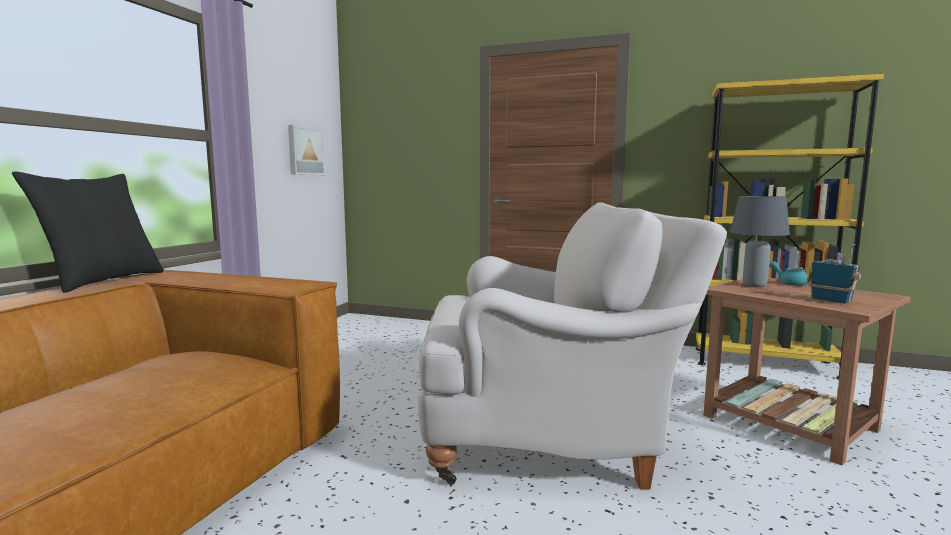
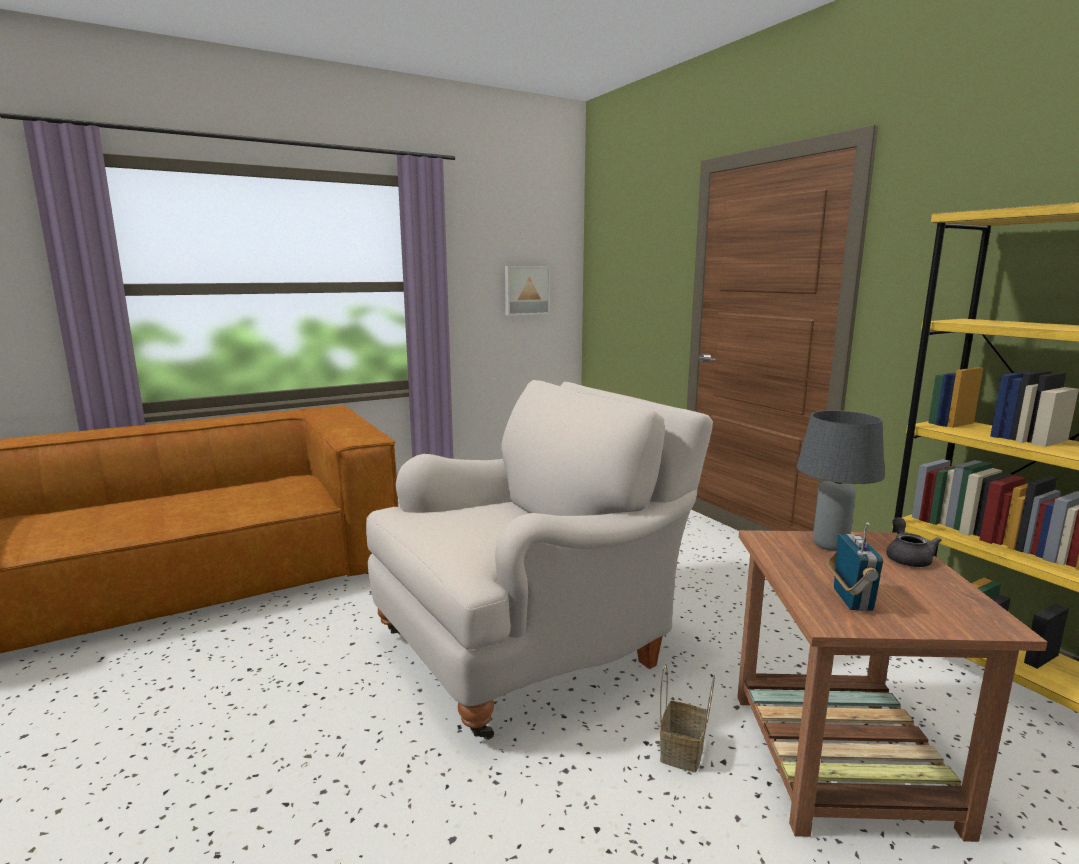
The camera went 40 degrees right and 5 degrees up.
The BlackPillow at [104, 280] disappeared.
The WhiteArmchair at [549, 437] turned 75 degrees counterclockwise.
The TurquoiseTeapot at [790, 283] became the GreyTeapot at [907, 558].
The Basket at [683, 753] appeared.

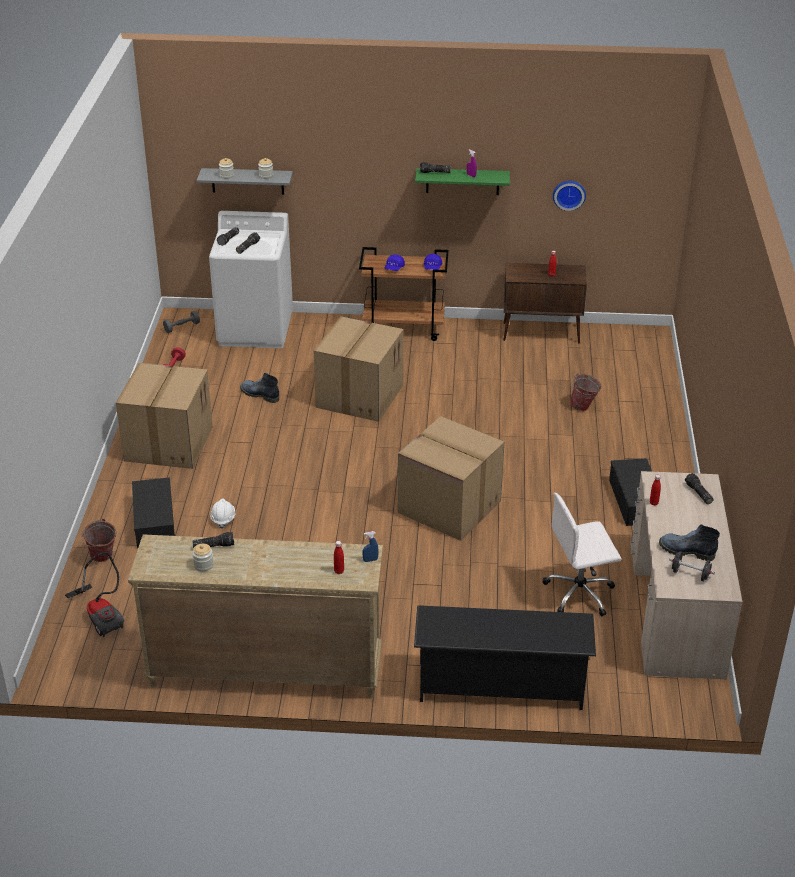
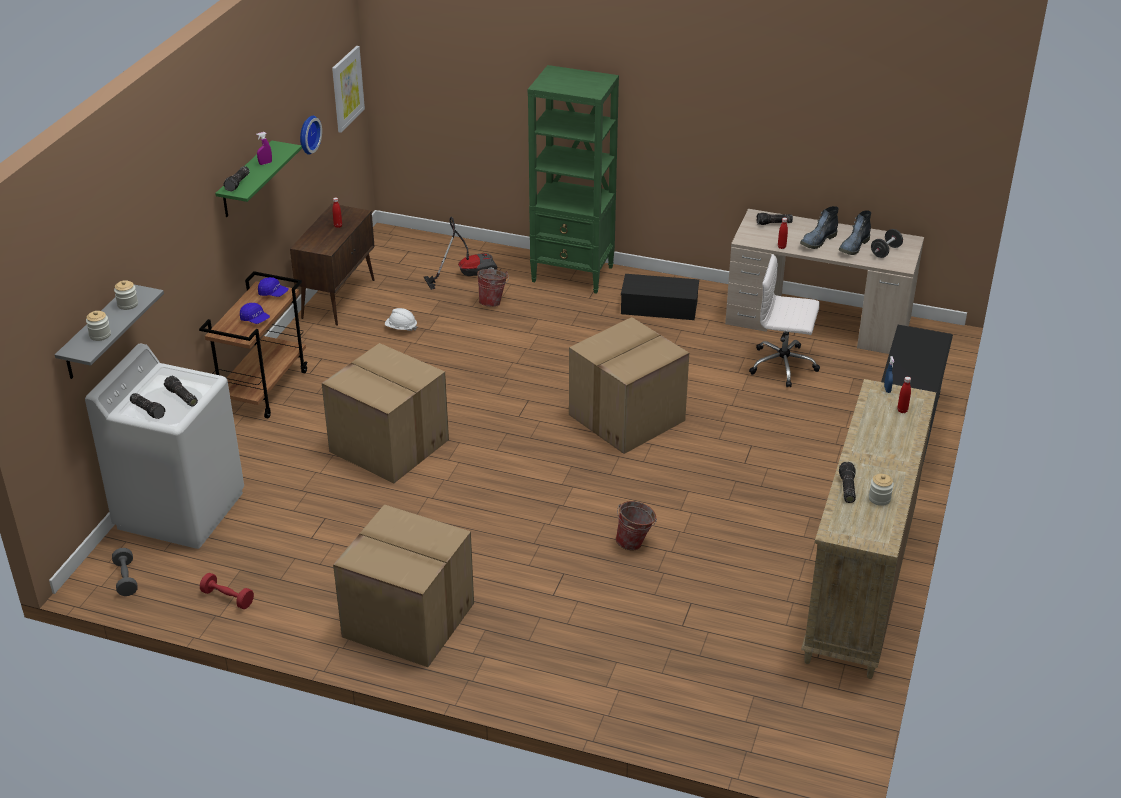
The camera went 75 degrees left and 0 degrees up.
The Boot moved from [259, 394] to [818, 241].
The BlackStorageBox at [153, 521] disappeared.
The WhiteOfficeChair at [580, 593] turned 105 degrees clockwise.
The WhiteHardHat moved from [223, 519] to [401, 328].
The Bucket moved from [102, 558] to [635, 543].
The VacuumCleaner moved from [102, 615] to [466, 274].
The Picture at [347, 88] appeared.
The GreenBookcase at [573, 274] appeared.

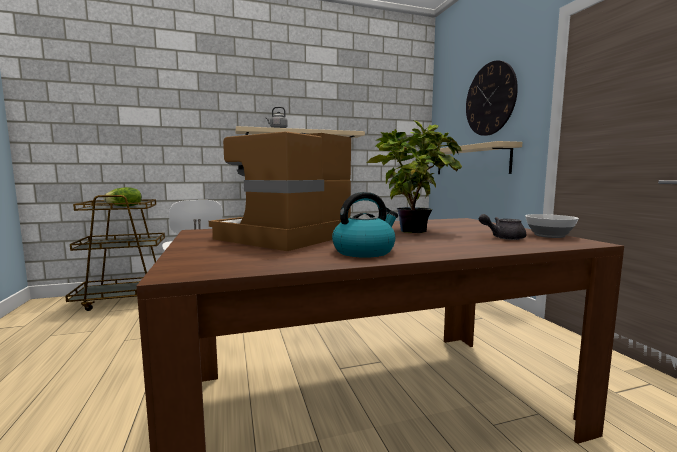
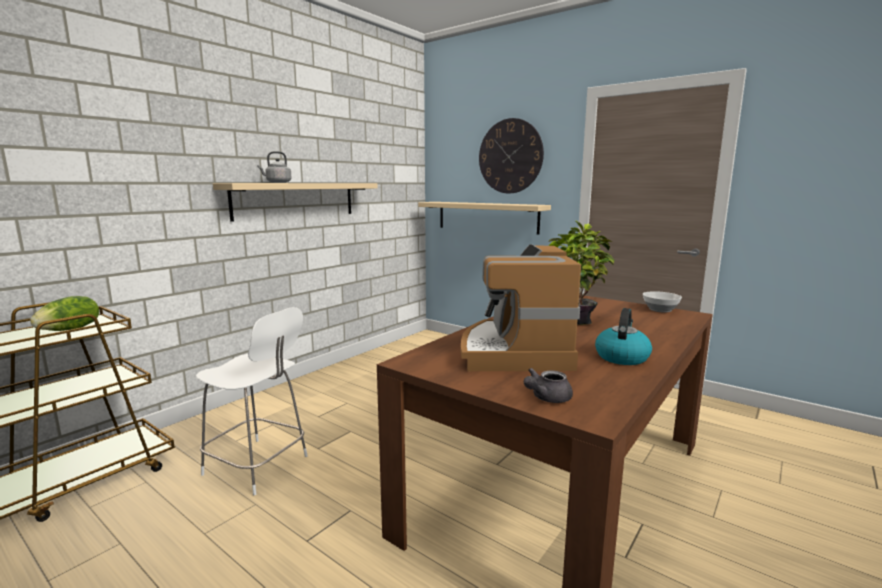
The camera went 35 degrees left and 5 degrees up.
The GreyTeapot moved from [503, 238] to [546, 398].

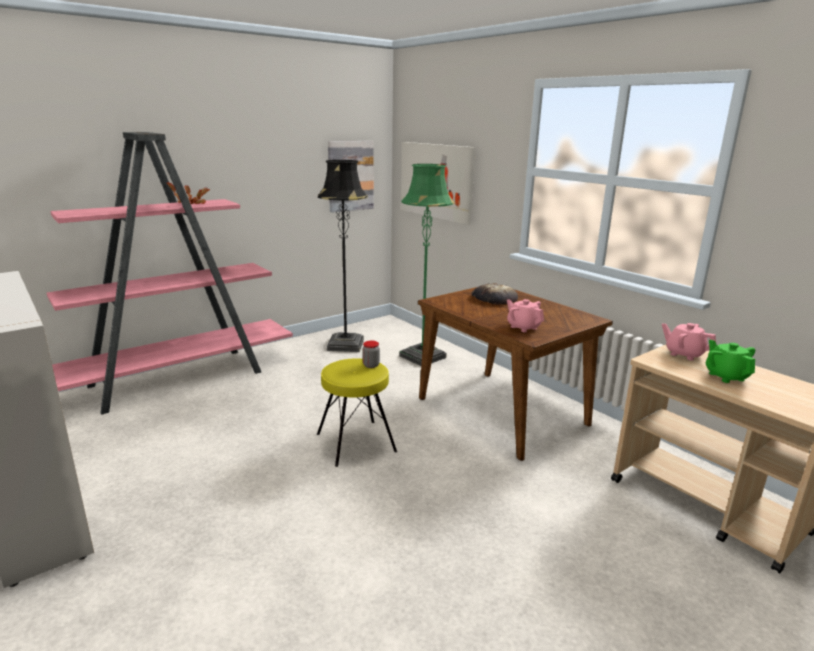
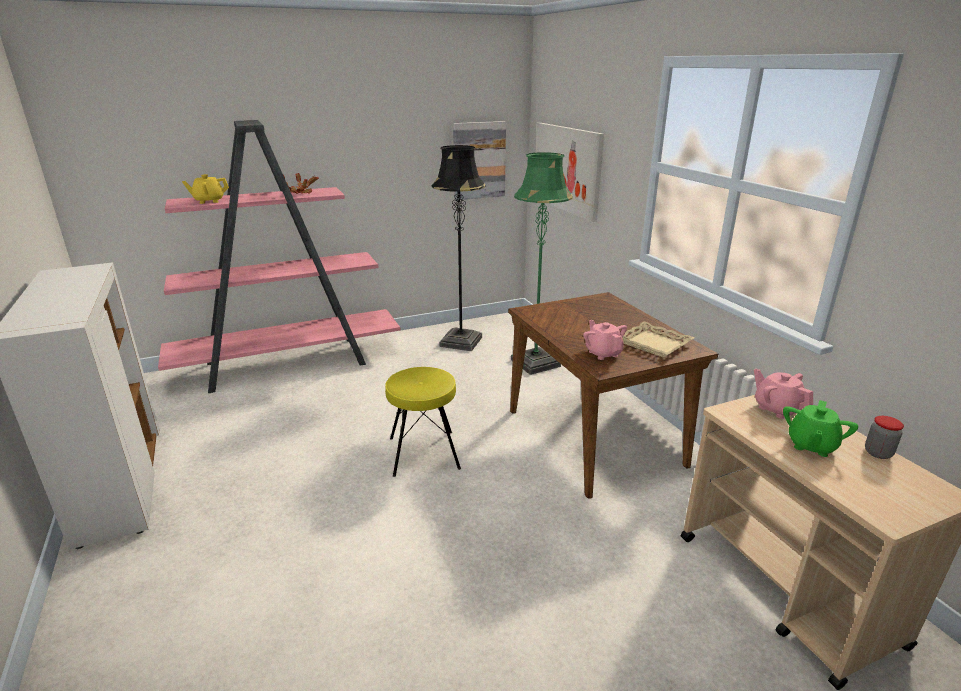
The camera went 15 degrees right and 5 degrees up.
The Bread at [494, 298] disappeared.
The GreenTeapot at [726, 376] turned 150 degrees counterclockwise.
The Jar moved from [371, 365] to [878, 453].
The YellowTeapot at [209, 201] appeared.
The BeigeTray at [654, 344] appeared.

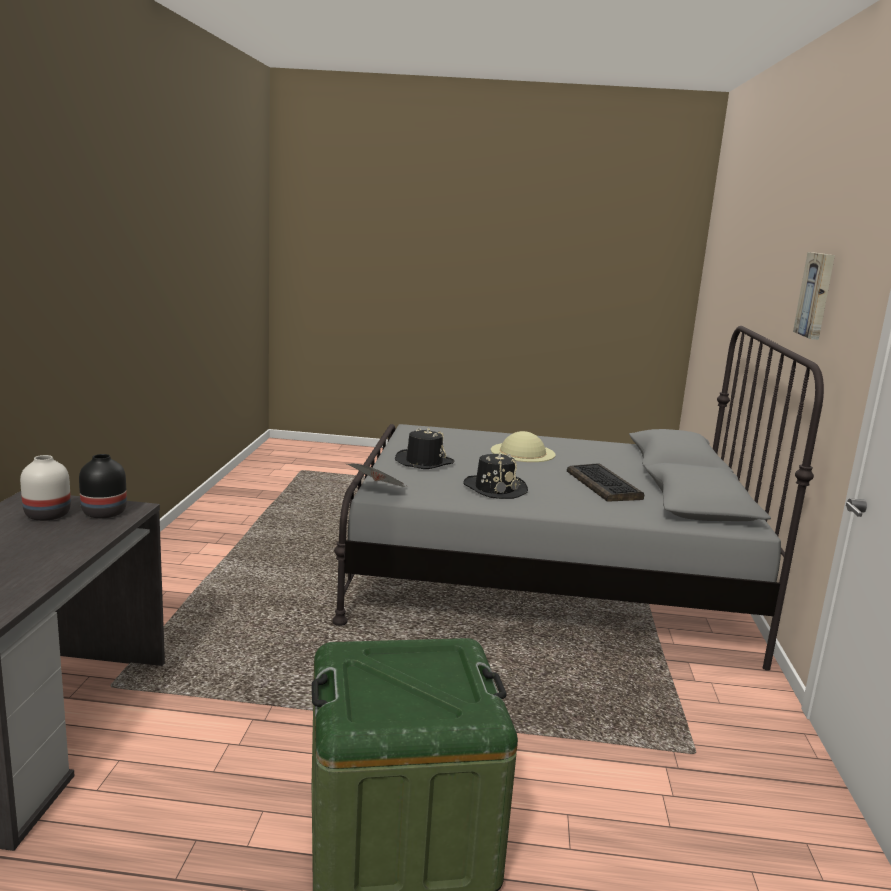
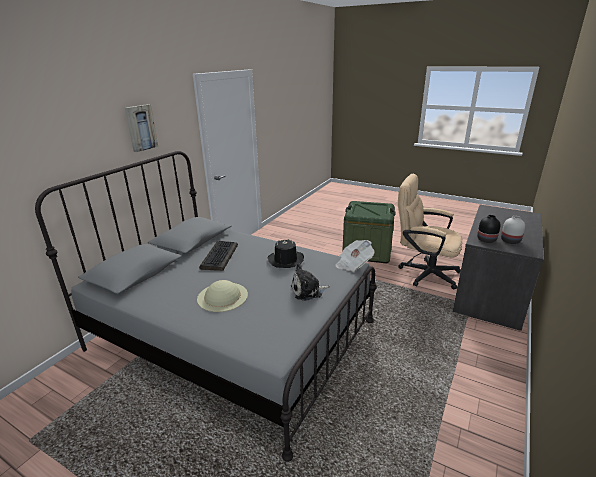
The camera went 155 degrees left and 10 degrees up.
The BlackHat at [423, 462] was replaced by the PlushToy at [308, 291].
The BeigeOfficeChair at [423, 273] appeared.

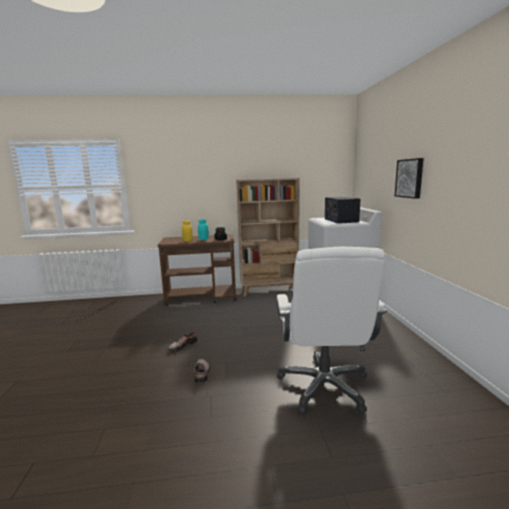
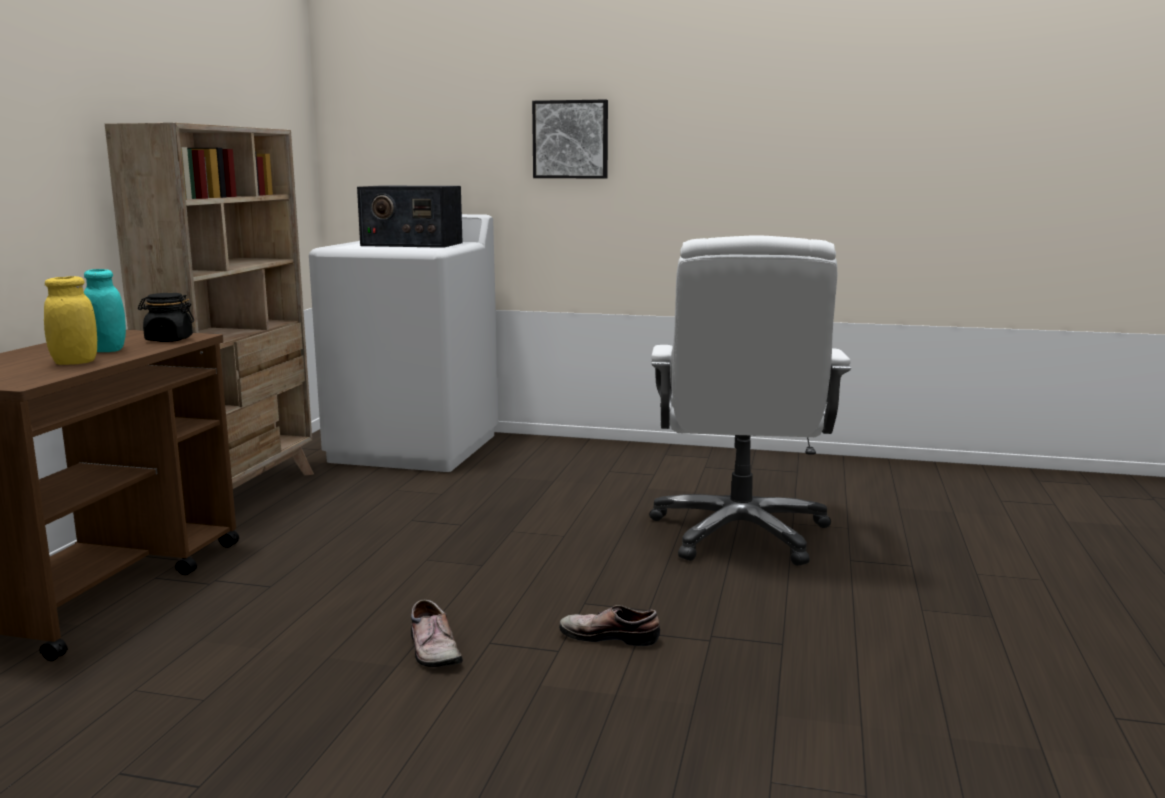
The camera went 70 degrees left and 0 degrees up.
The WhiteOfficeChair at [324, 386] turned 75 degrees clockwise.

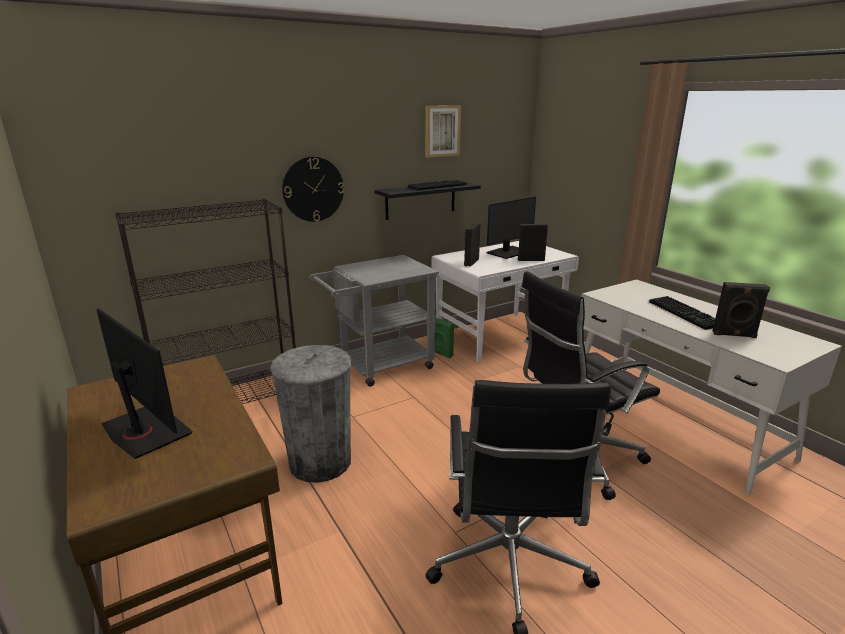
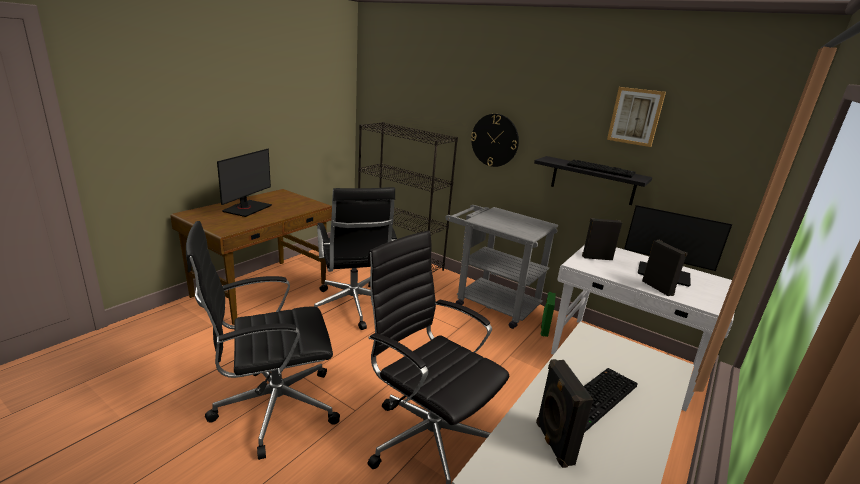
The camera went 65 degrees right and 0 degrees up.
The GreyTrashCan at [320, 462] was replaced by the BlackOfficeChair at [353, 307].

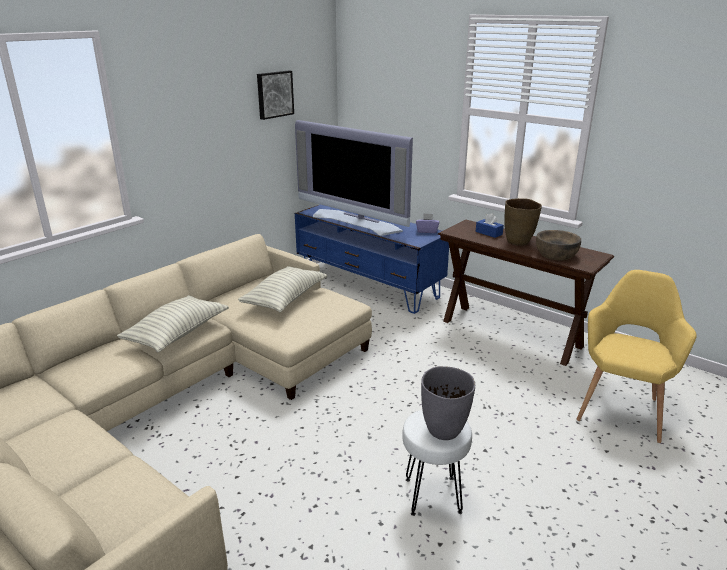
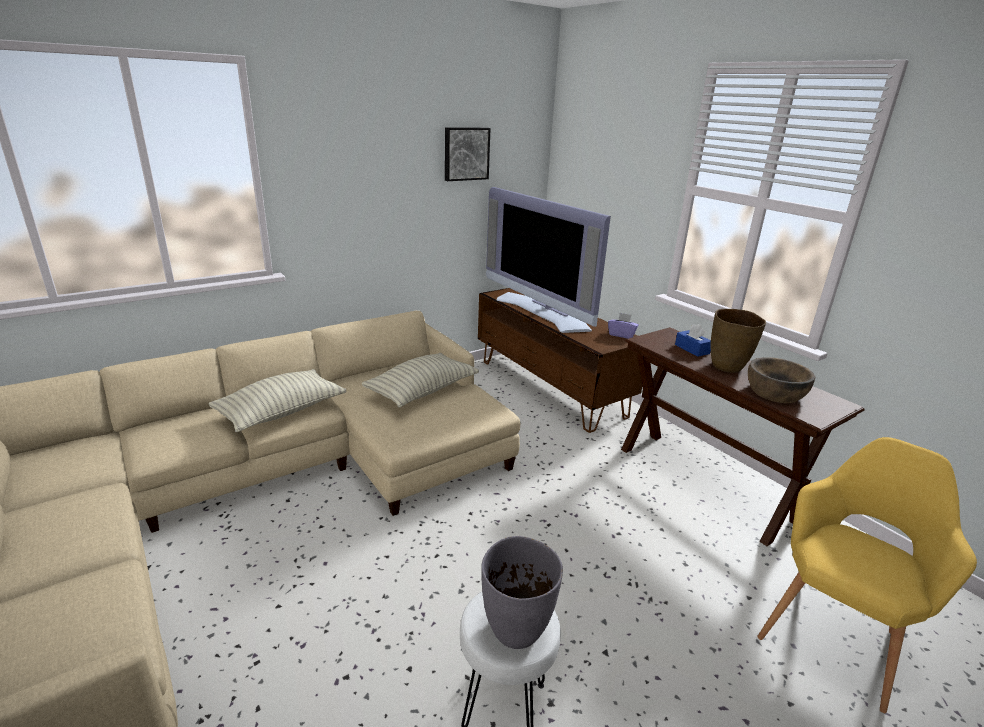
The camera went 15 degrees right and 0 degrees up.
The BlueTvStand at [368, 285] became the BrownTvStand at [550, 388].

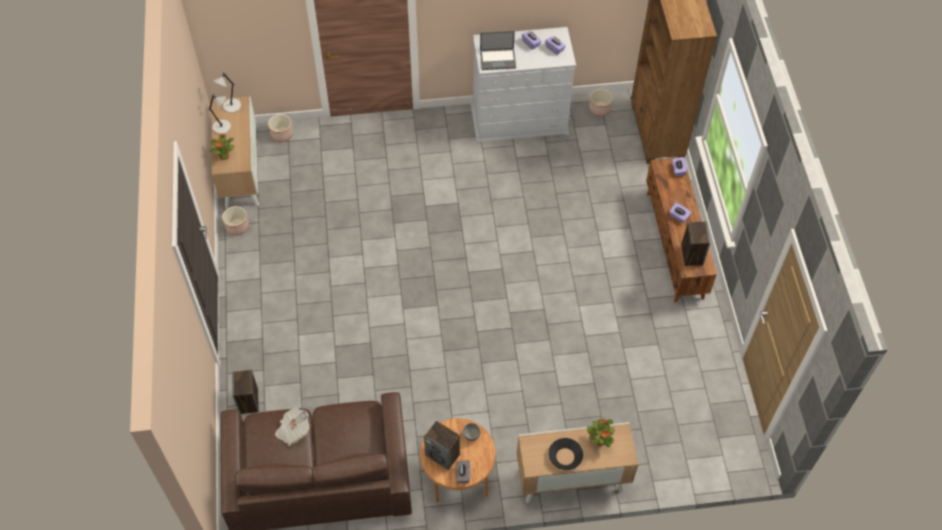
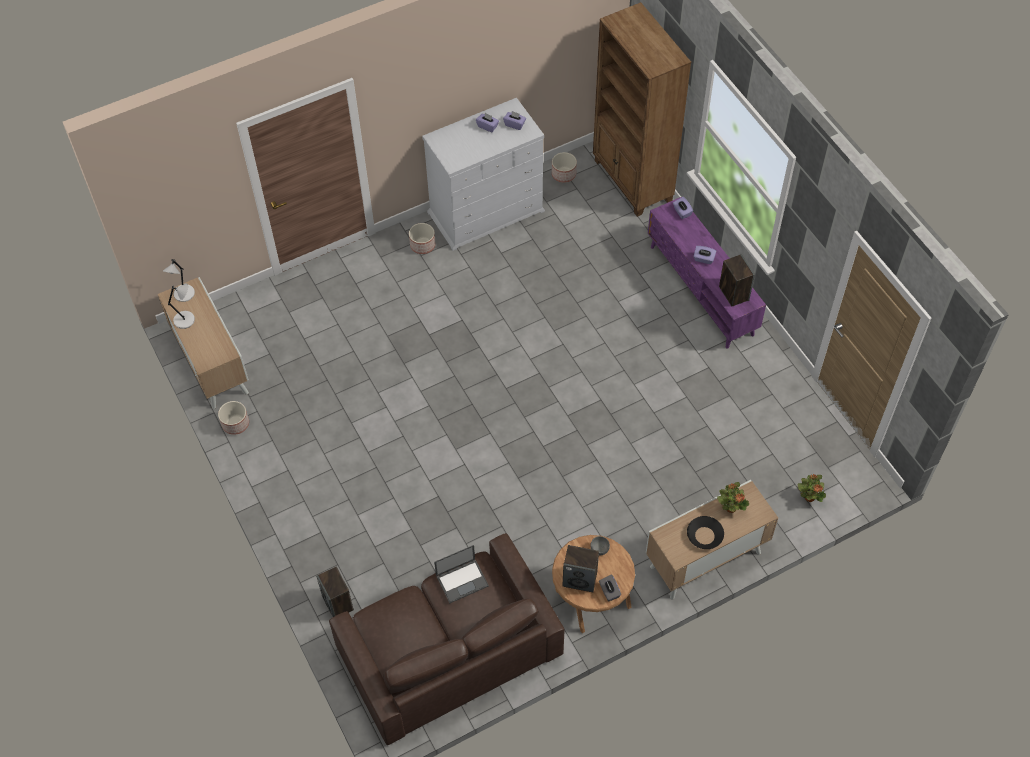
The camera went 20 degrees left and 0 degrees up.
The Laptop moved from [498, 59] to [462, 580].
The Planter moved from [281, 134] to [422, 245].
The PottedPlant moved from [224, 156] to [809, 497].
The BrownTvStand at [675, 245] became the PurpleTvStand at [702, 290].
The Newspaper at [293, 430] disappeared.

